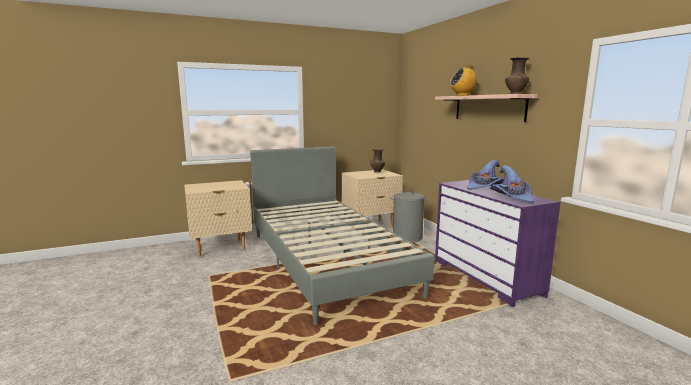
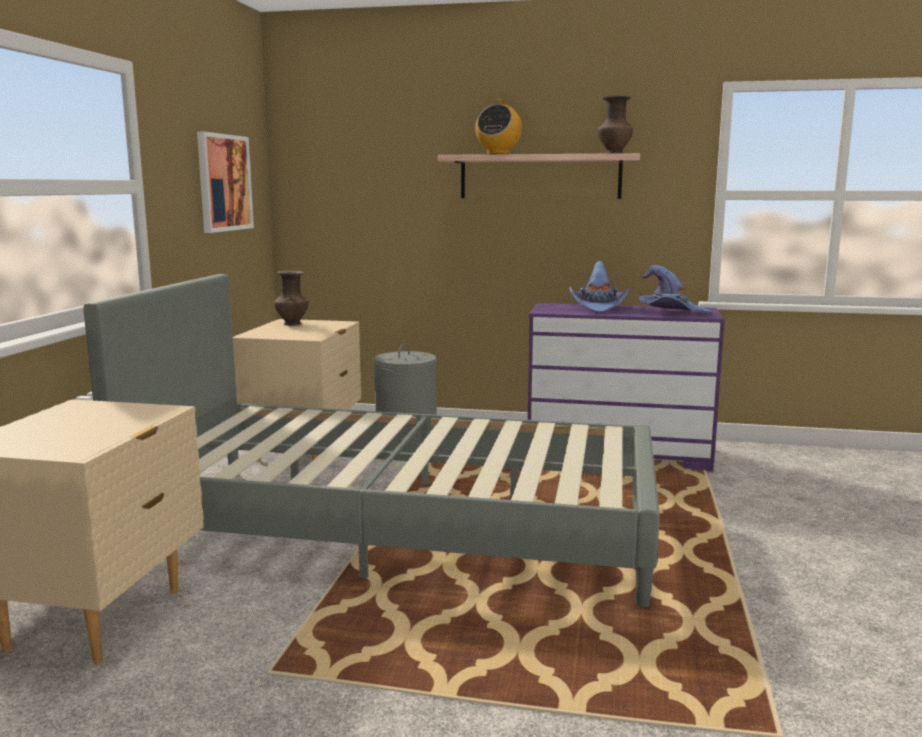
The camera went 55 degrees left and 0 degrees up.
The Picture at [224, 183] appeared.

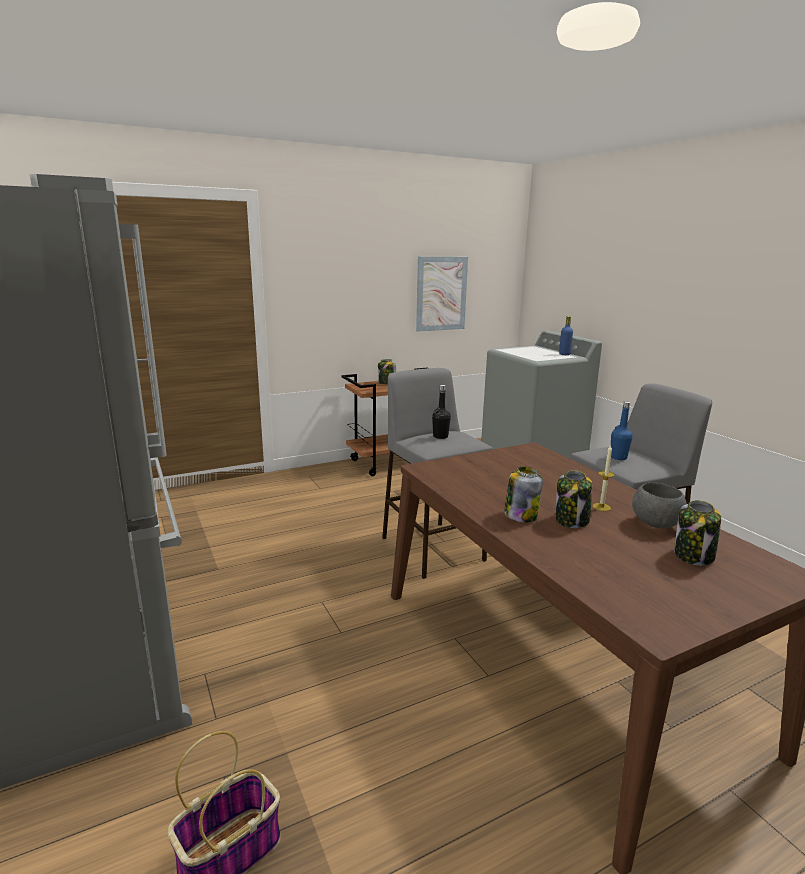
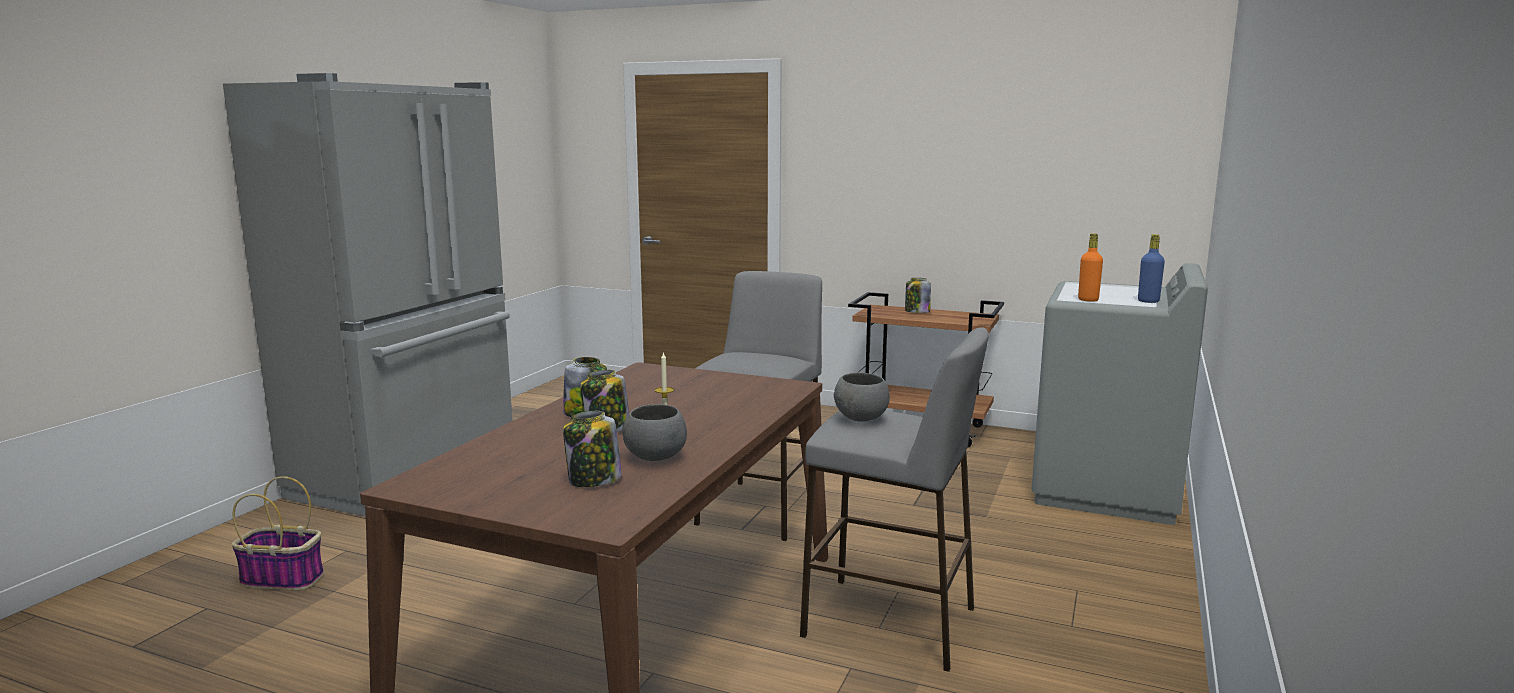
The camera went 50 degrees right and 5 degrees down.
The Picture at [441, 294] disappeared.
The BlackBottle at [440, 436] disappeared.
The BlueBottle at [618, 457] was replaced by the GreyBowl at [860, 419].
The OrangeBottle at [1088, 300] appeared.

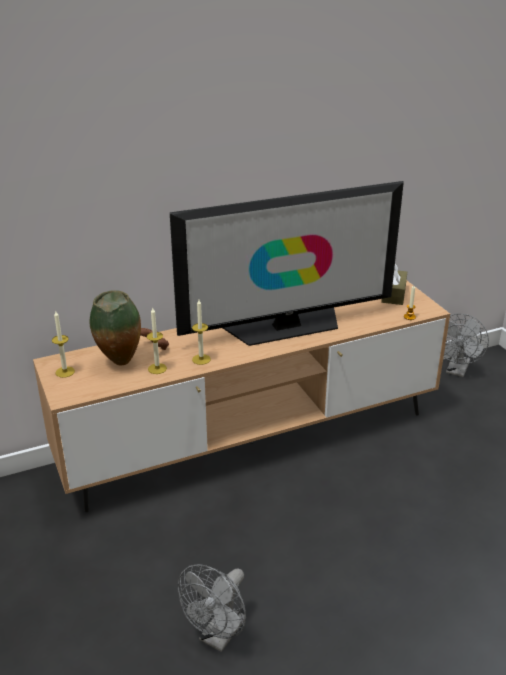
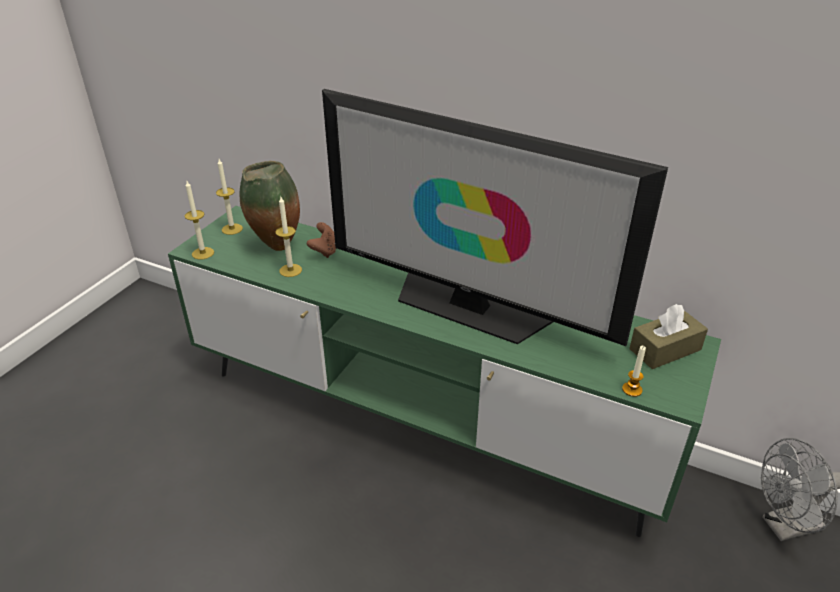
The camera went 50 degrees right and 5 degrees up.
The BrownTvStand at [252, 442] became the GreenTvStand at [421, 420].
The Candle moved from [201, 359] to [203, 253].
The GreyFan at [219, 636] disappeared.

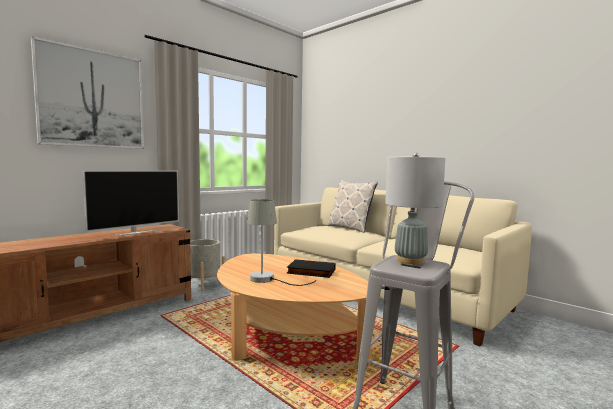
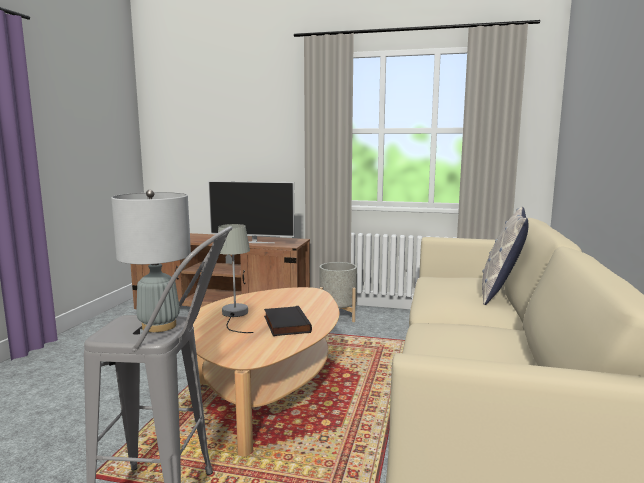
The camera went 60 degrees right and 5 degrees up.
The Picture at [92, 99] disappeared.

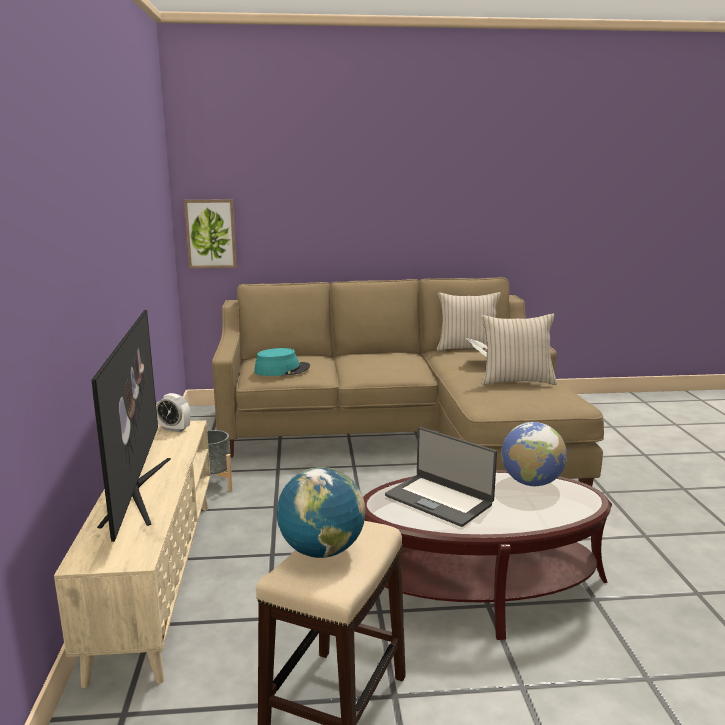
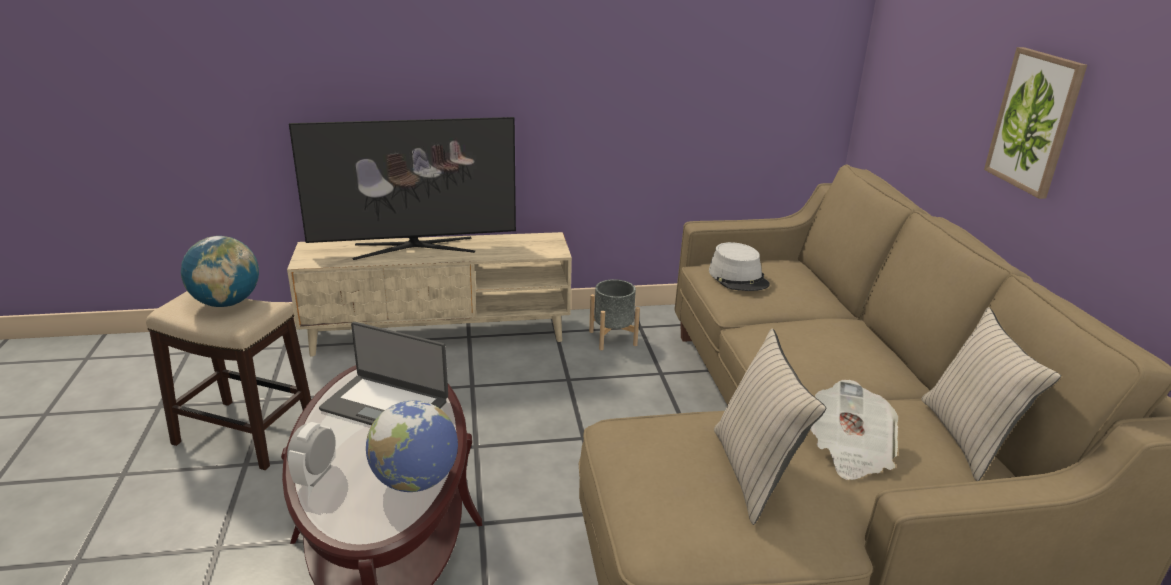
The camera went 85 degrees right and 10 degrees up.
The Picture moved from [211, 234] to [1034, 121].
The TurquoiseHat at [282, 370] became the GreyHat at [738, 277].
The AlarmClock moved from [174, 429] to [316, 475].
The Laptop at [439, 499] turned 105 degrees counterclockwise.

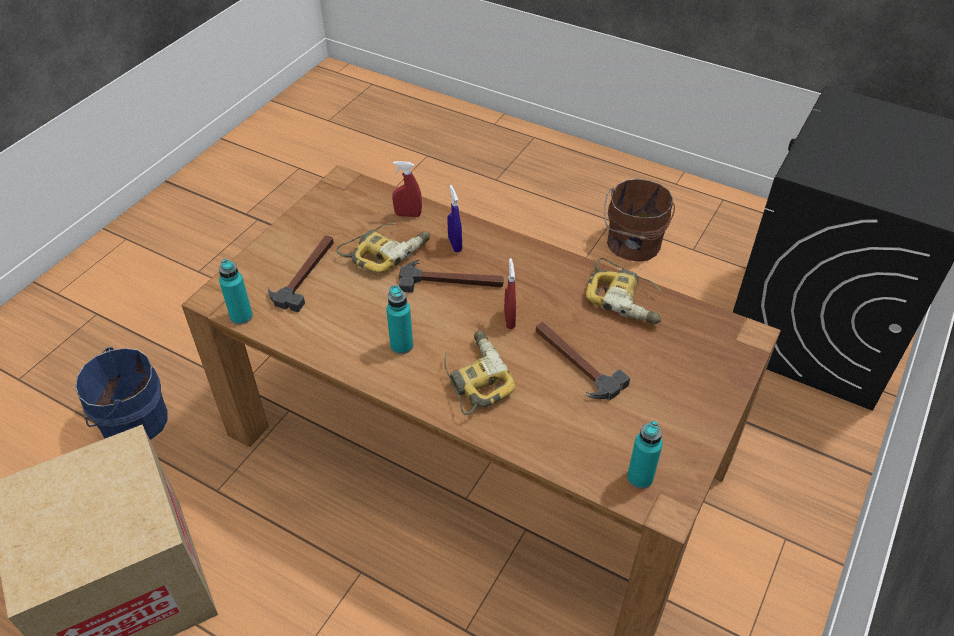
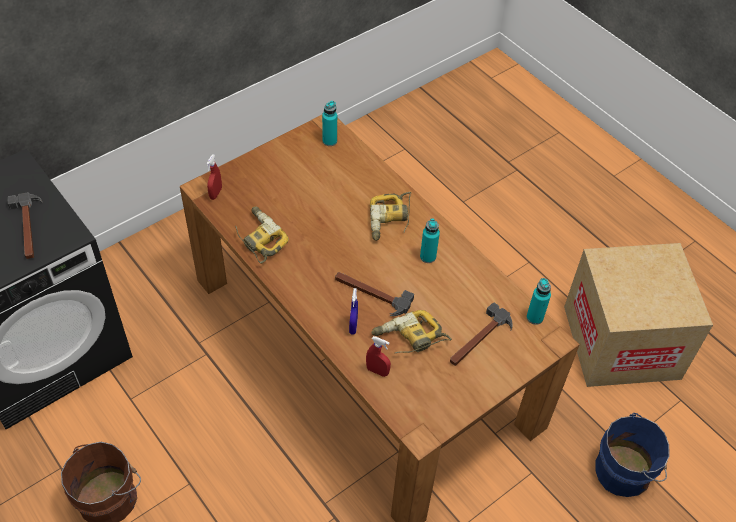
The camera went 160 degrees left and 5 degrees up.
The RedSprayBottle moved from [509, 319] to [215, 193].
The Hammer moved from [575, 362] to [28, 228].

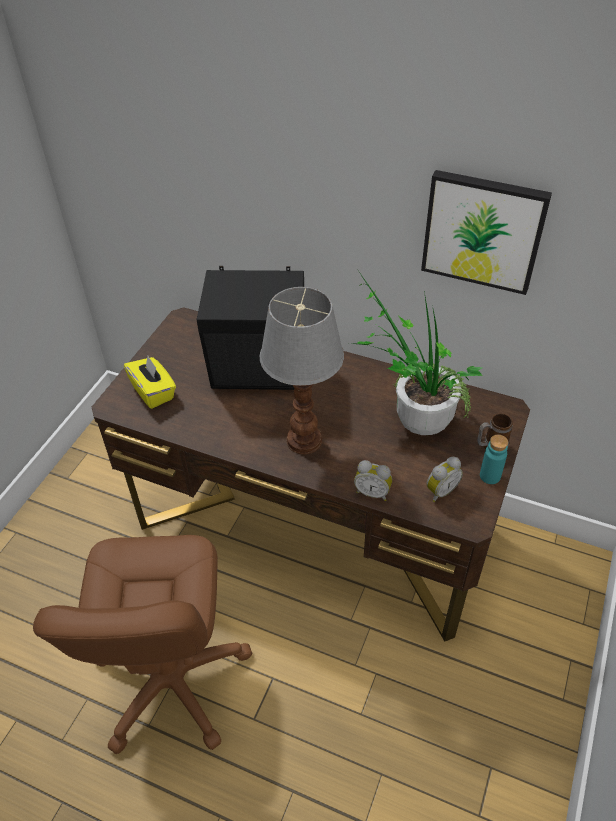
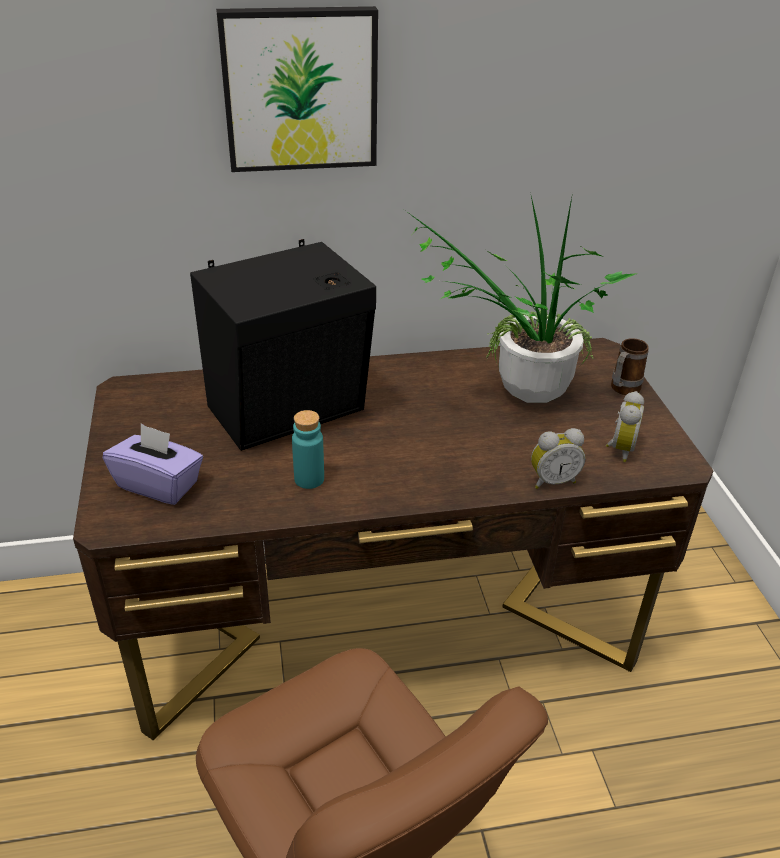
The camera went 35 degrees left and 10 degrees down.
The Picture moved from [483, 230] to [300, 89].
The TableLamp at [304, 441] disappeared.
The YellowTissueBox at [153, 392] became the PurpleTissueBox at [159, 484].
The TurquoiseBottle moved from [490, 476] to [309, 479].

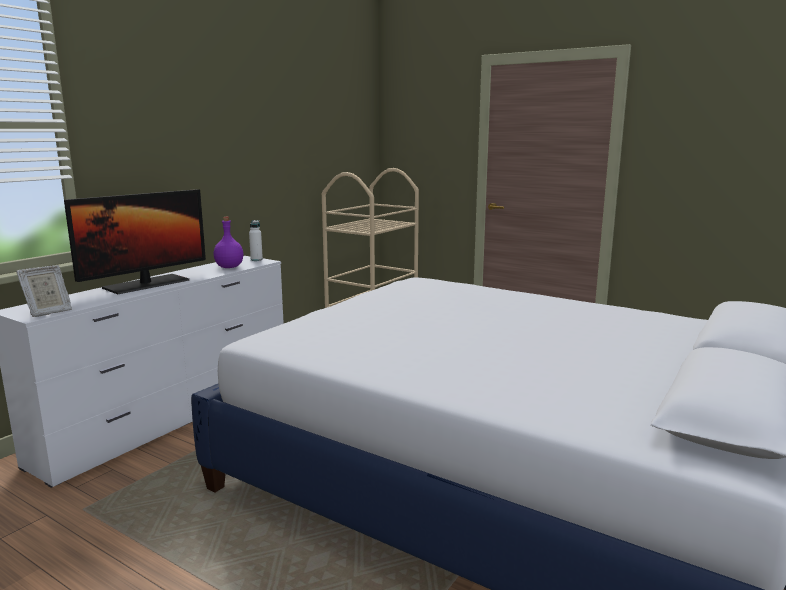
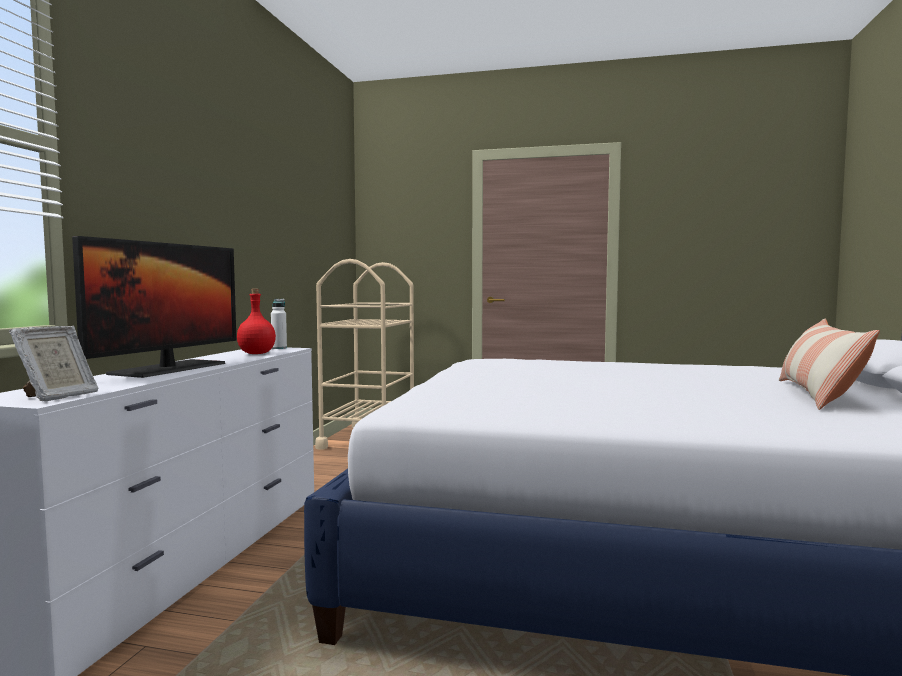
The camera went 20 degrees left and 10 degrees down.
The PurpleBottle at [229, 267] became the RedBottle at [256, 353].
The Pillow at [817, 394] appeared.

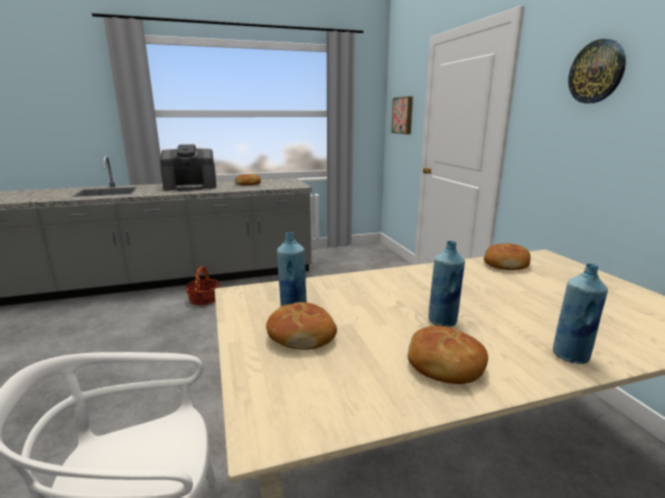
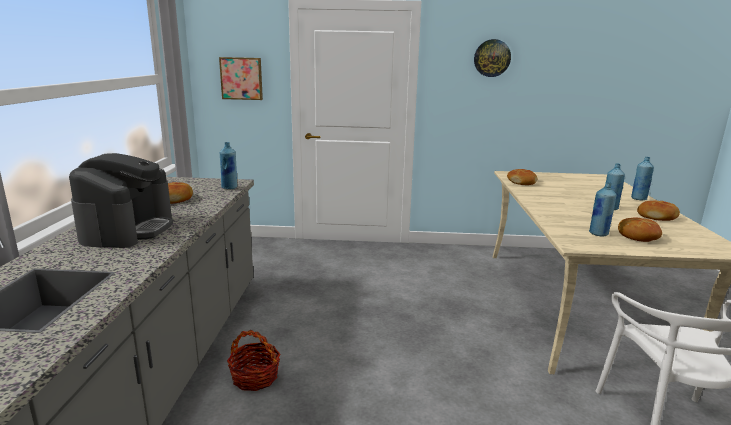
The camera went 70 degrees left and 0 degrees up.
The BlueBottle at [229, 187] appeared.

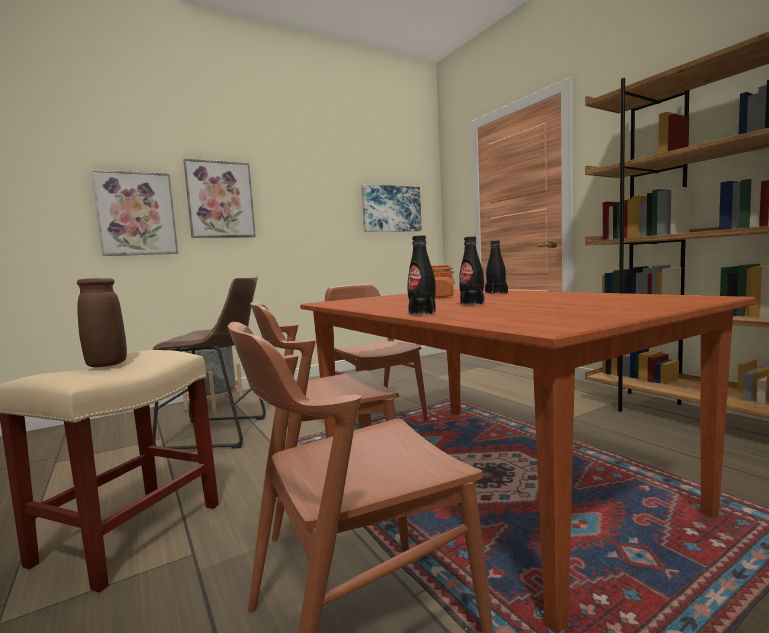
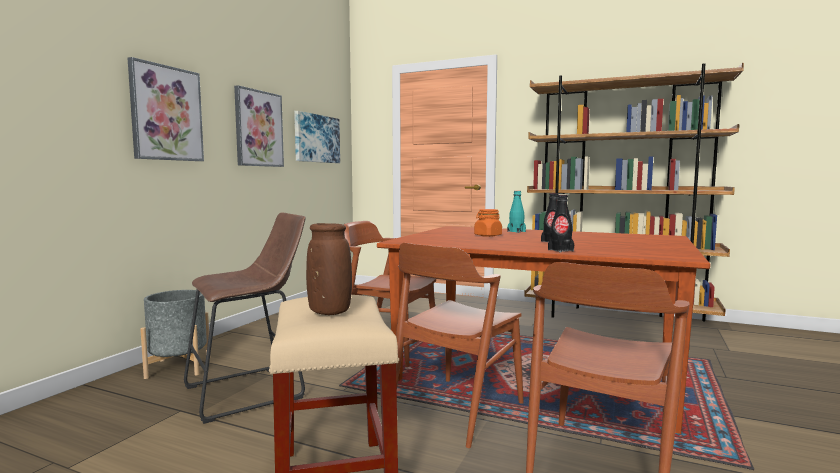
The camera went 35 degrees left and 0 degrees up.
The Picture moved from [136, 214] to [258, 128].
The BlackBottle at [496, 293] became the TurquoiseBottle at [516, 231].

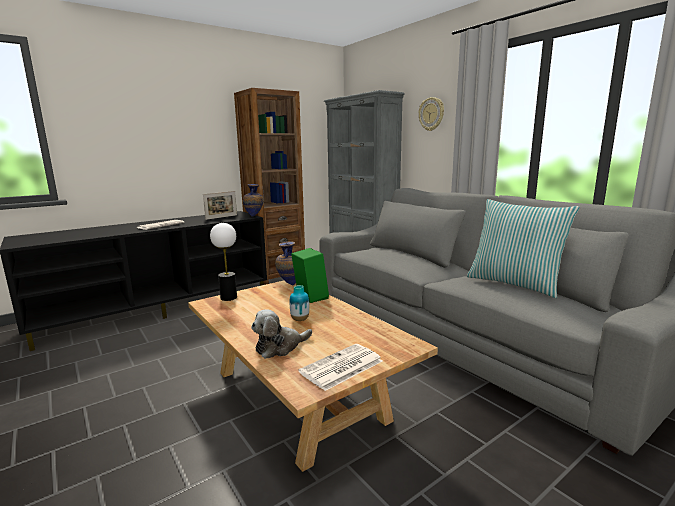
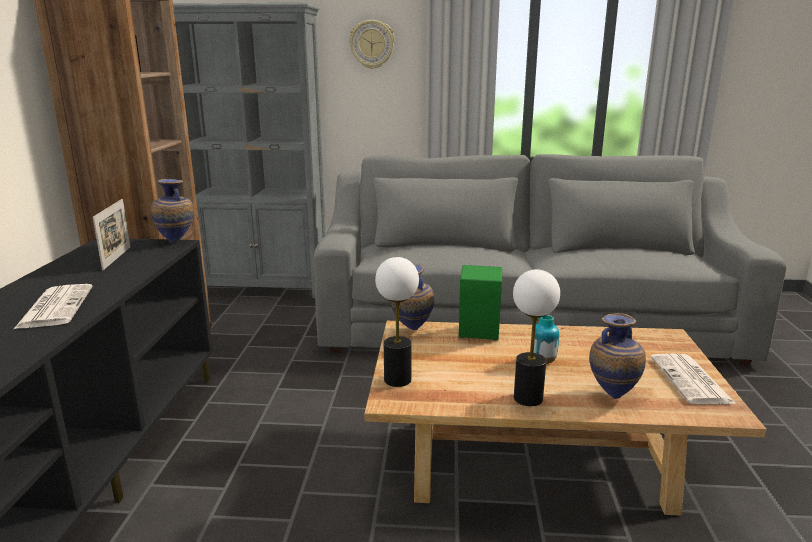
The camera went 50 degrees left and 5 degrees up.
The Pillow at [514, 283] disappeared.
The PlushToy at [280, 347] was replaced by the Vase at [612, 394].
The TableLamp at [528, 398] appeared.

